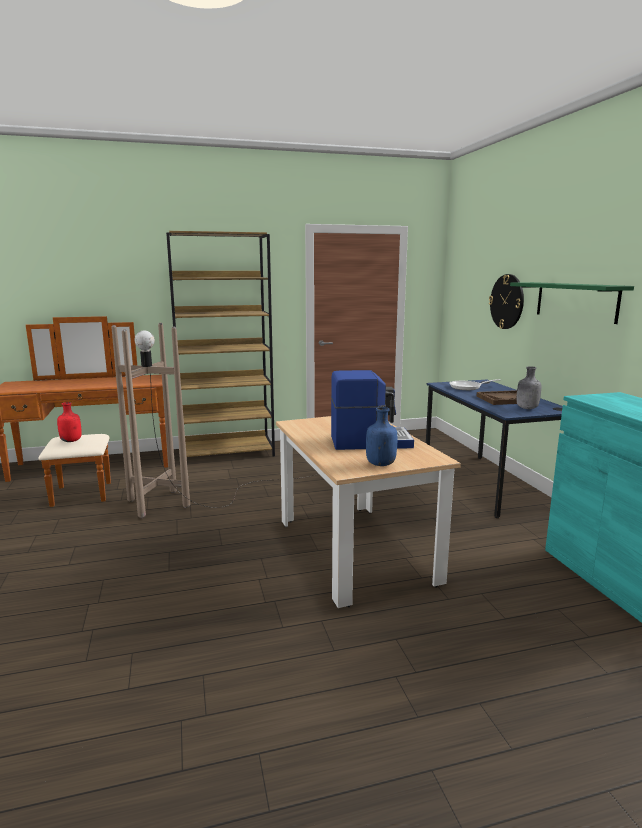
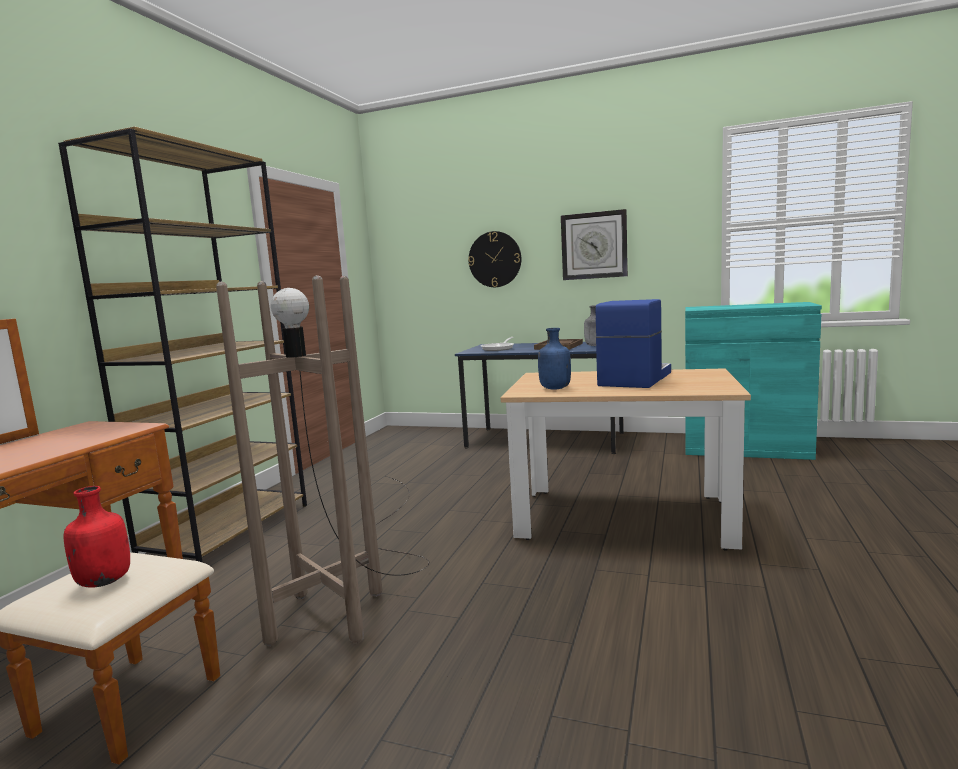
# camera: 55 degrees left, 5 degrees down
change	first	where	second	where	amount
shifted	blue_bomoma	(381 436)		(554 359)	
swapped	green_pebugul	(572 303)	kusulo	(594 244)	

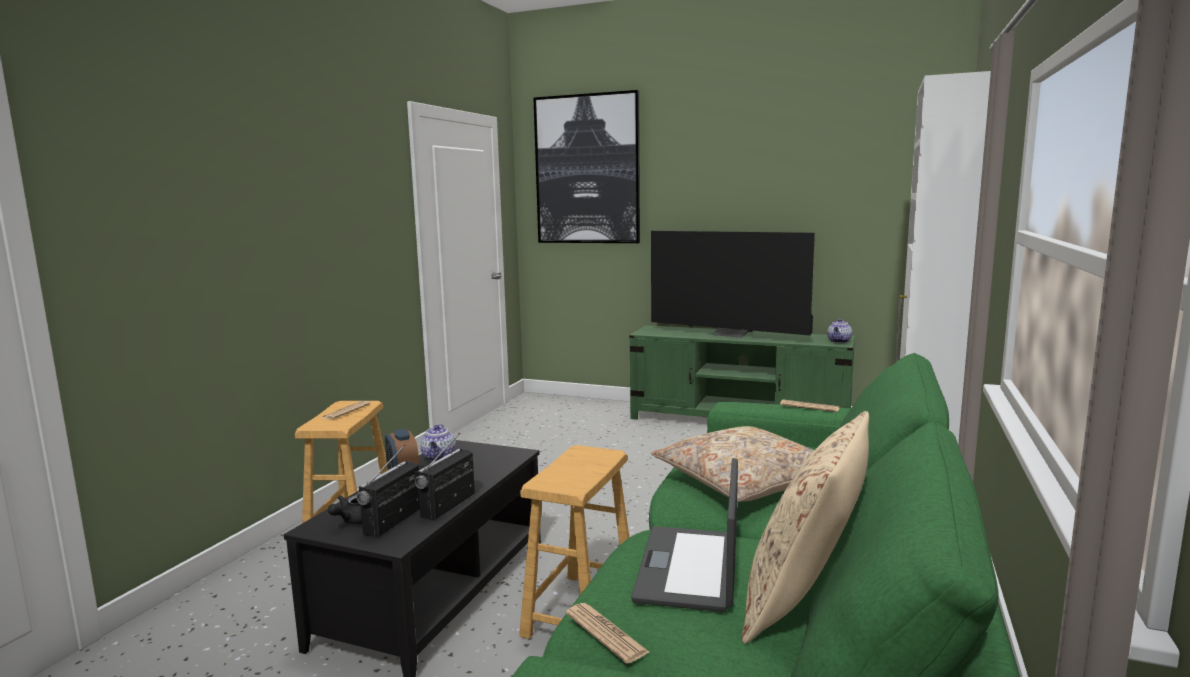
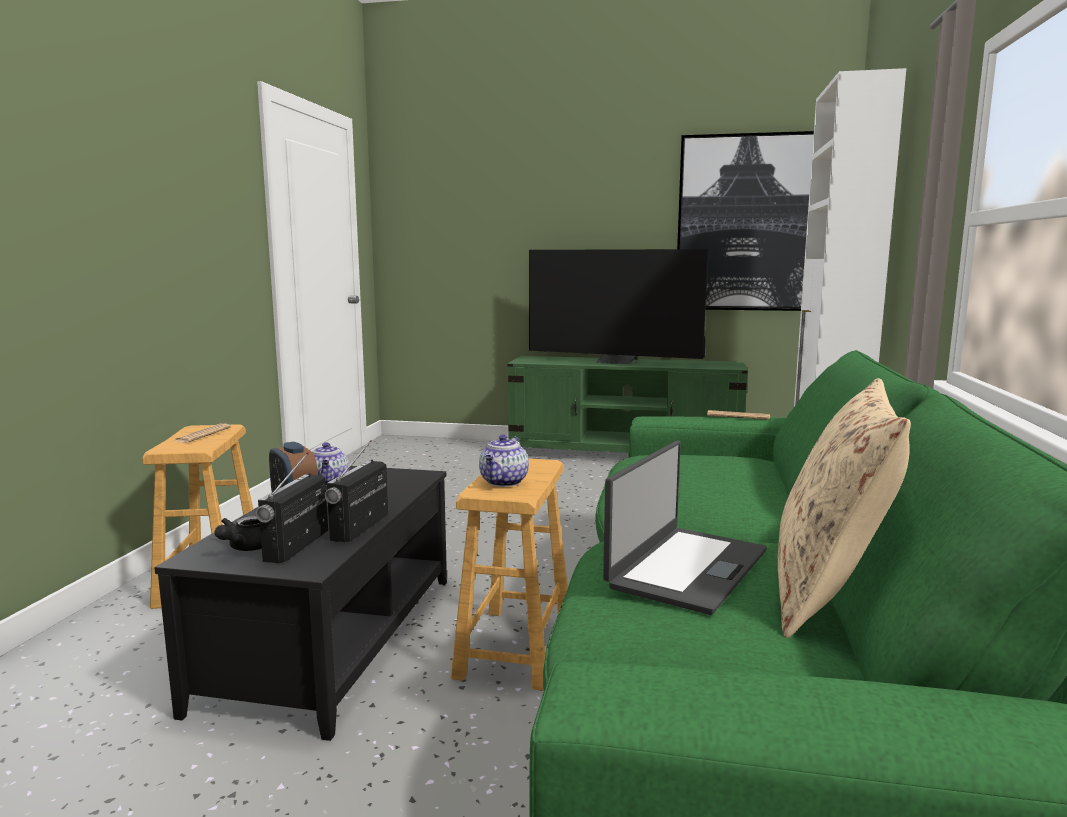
# camera: 10 degrees left, 0 degrees up
change	first	where	second	where	amount
gone	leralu	(608 633)			
gone	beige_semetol	(732 464)			
shifted	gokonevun	(586 166)		(745 221)	
shifted	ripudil	(839 331)		(504 461)	
rotated	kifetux	(684 535)		(685 528)	150 degrees counterclockwise

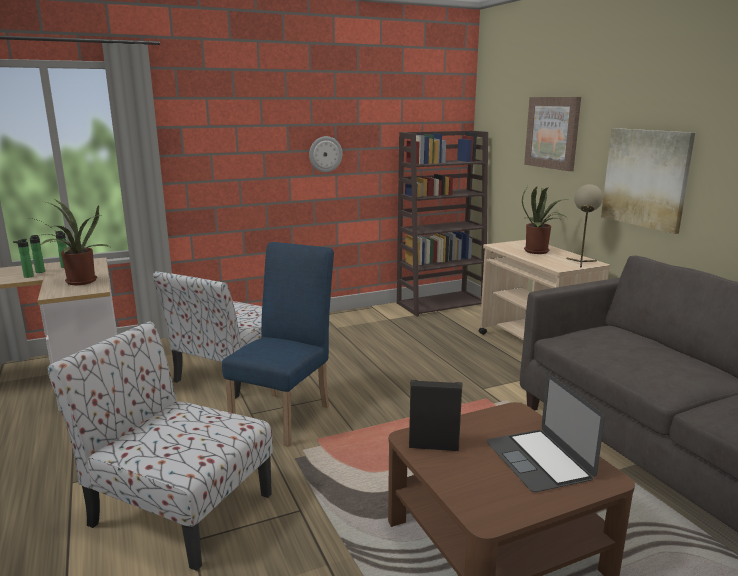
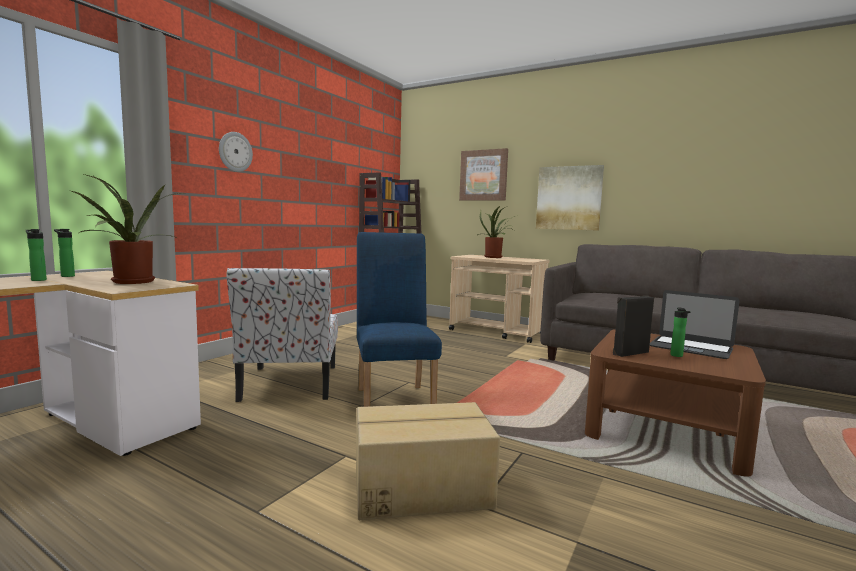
# camera: 35 degrees left, 10 degrees down
change	first	where	second	where	amount
gone	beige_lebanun	(584 225)			
shifted	bomoma	(23 258)		(680 332)	
shifted	kusulo	(325 154)		(236 152)	
swapped	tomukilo	(160 446)	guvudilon	(428 461)	

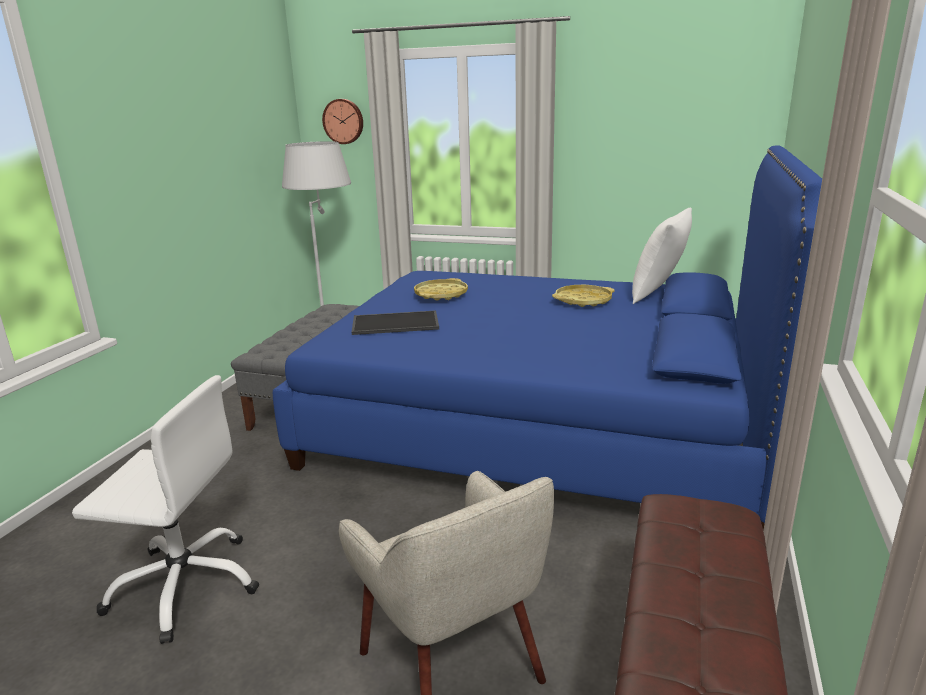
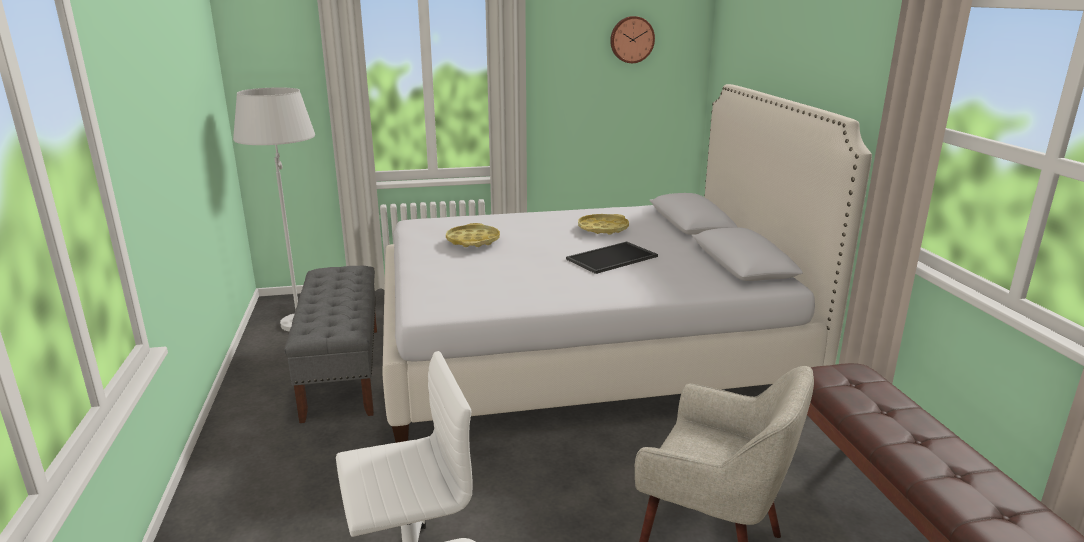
# camera: 30 degrees left, 0 degrees up
change	first	where	second	where	amount
gone	white_semetol	(662 256)			
shifted	kusulo	(342 121)		(632 39)	
shifted	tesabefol	(395 322)		(612 258)	
repainted	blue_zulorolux	(547 337)	white_zulorolux	(627 263)	

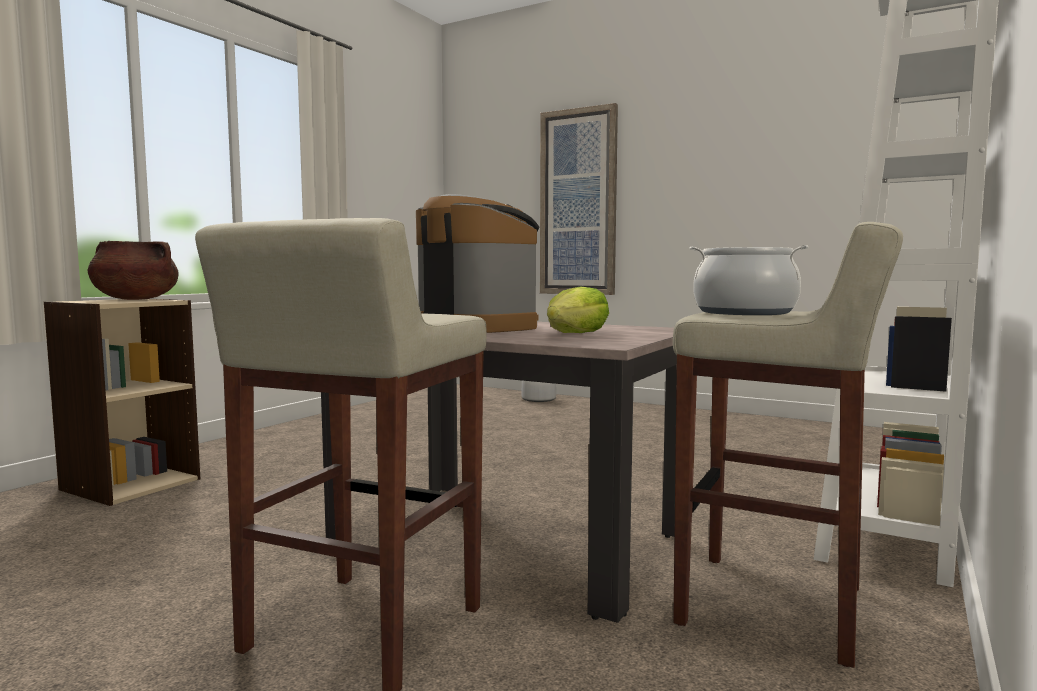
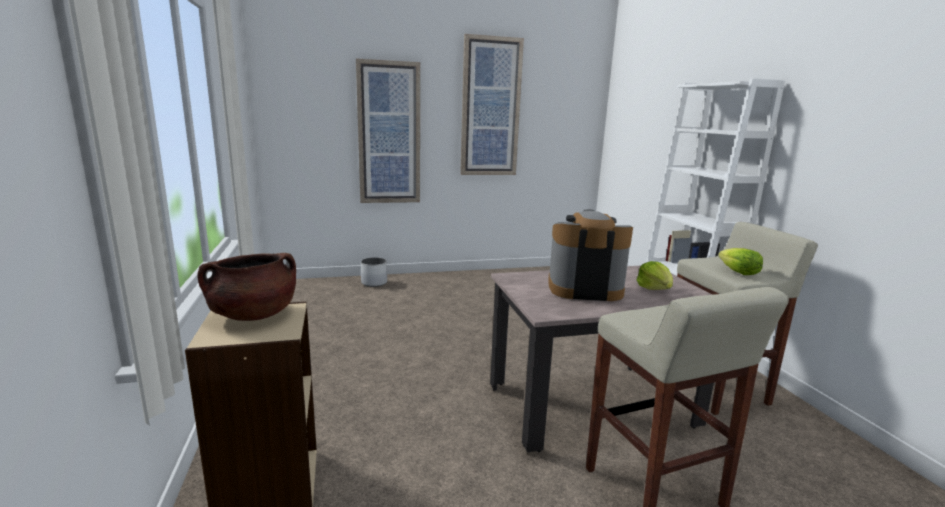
# camera: 45 degrees left, 10 degrees up
change	first	where	second	where	amount
new			gokonevun	(492 104)	
swapped	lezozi	(749 280)	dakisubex	(740 261)	

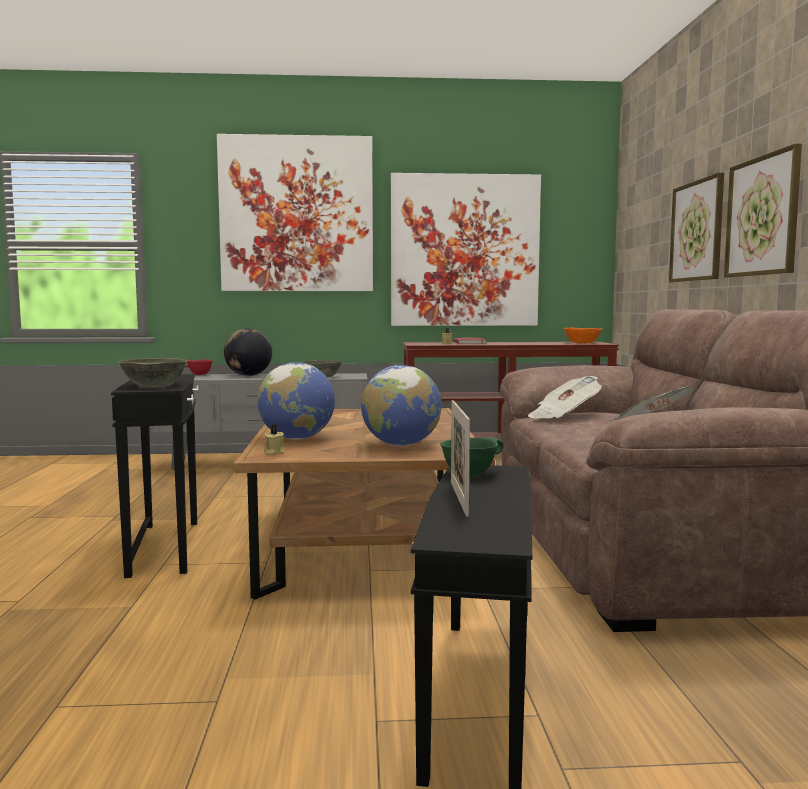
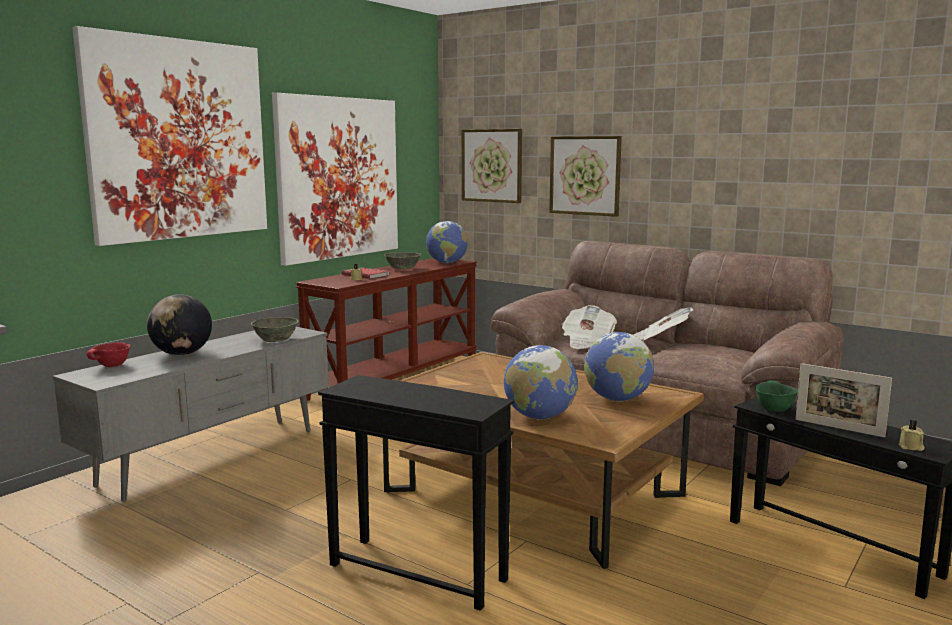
# camera: 50 degrees left, 5 degrees up
change	first	where	second	where	amount
shifted	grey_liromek	(152 372)		(402 260)	
shifted	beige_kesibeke	(274 439)		(911 435)	
shifted	gokonevun	(763 210)		(491 166)	
swapped	orange_liromek	(583 335)	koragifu	(447 242)	

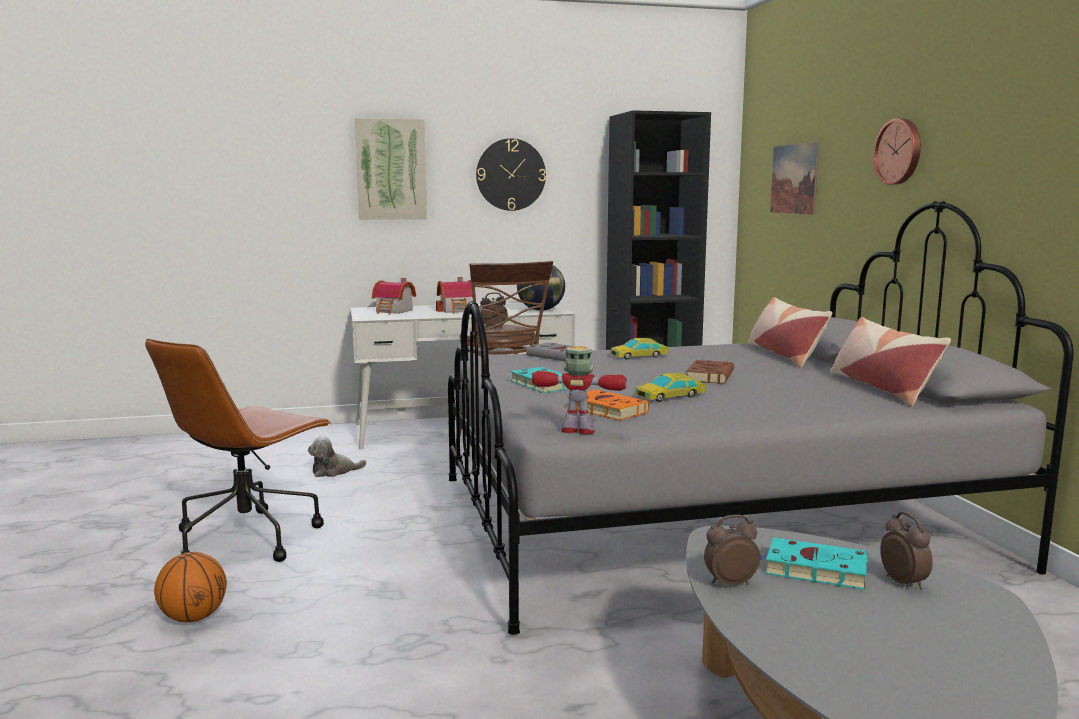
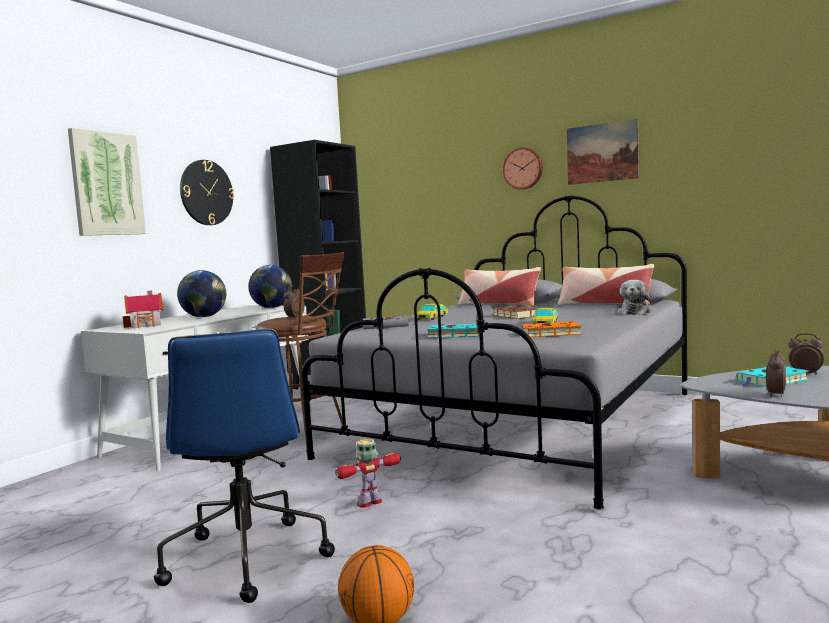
# camera: 45 degrees left, 5 degrees down
change	first	where	second	where	amount
shifted	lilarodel	(337 456)		(635 297)	
shifted	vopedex	(579 390)		(368 473)	
shifted	gokonevun	(795 178)		(603 152)	
swapped	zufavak	(454 295)	koragifu	(201 293)	
repainted	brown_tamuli	(238 450)	blue_tamuli	(244 465)	

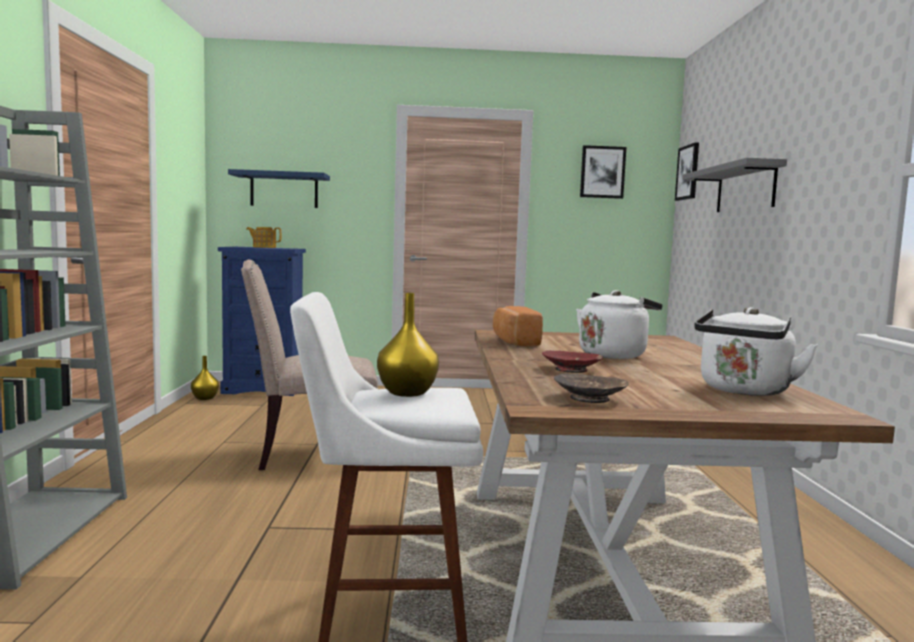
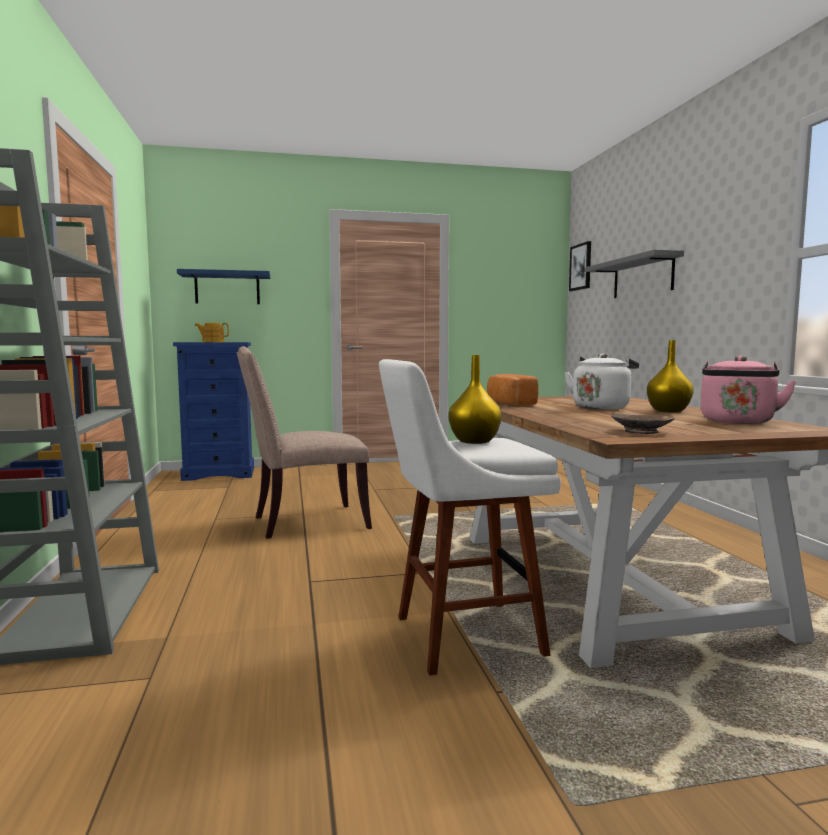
# camera: 10 degrees left, 0 degrees up
change	first	where	second	where	amount
gone	red_liromek	(572 361)			
gone	gokonevun	(603 172)			
shifted	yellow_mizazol	(205 378)		(670 376)	
repainted	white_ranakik	(756 351)	pink_ranakik	(748 390)	

